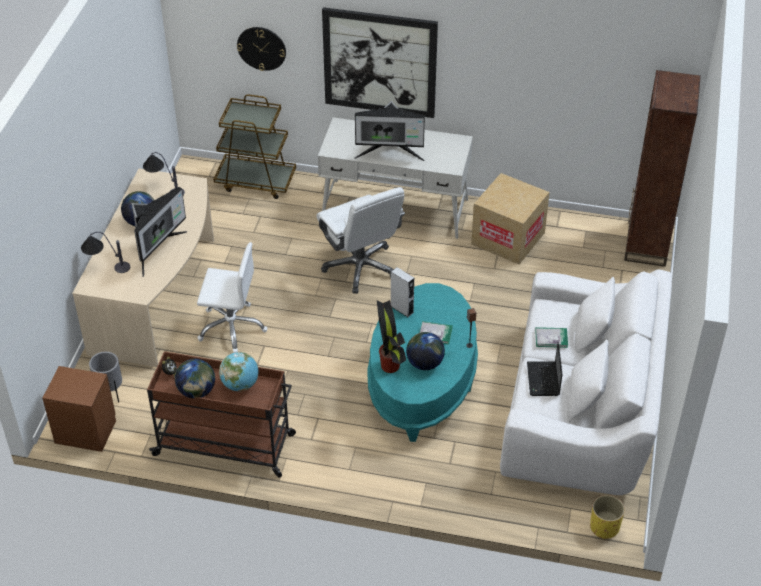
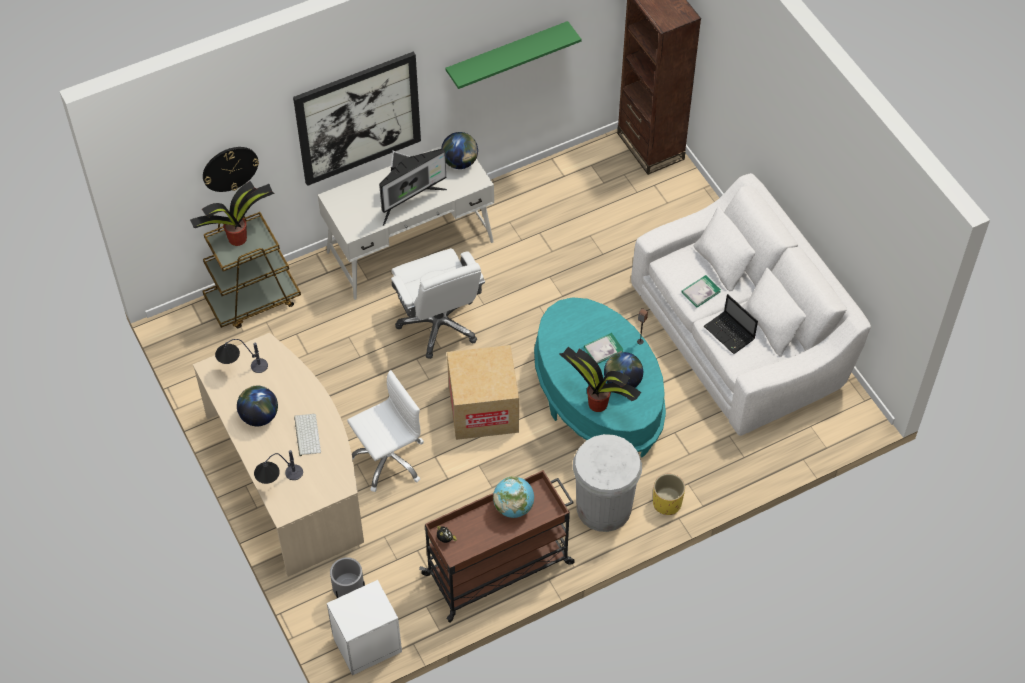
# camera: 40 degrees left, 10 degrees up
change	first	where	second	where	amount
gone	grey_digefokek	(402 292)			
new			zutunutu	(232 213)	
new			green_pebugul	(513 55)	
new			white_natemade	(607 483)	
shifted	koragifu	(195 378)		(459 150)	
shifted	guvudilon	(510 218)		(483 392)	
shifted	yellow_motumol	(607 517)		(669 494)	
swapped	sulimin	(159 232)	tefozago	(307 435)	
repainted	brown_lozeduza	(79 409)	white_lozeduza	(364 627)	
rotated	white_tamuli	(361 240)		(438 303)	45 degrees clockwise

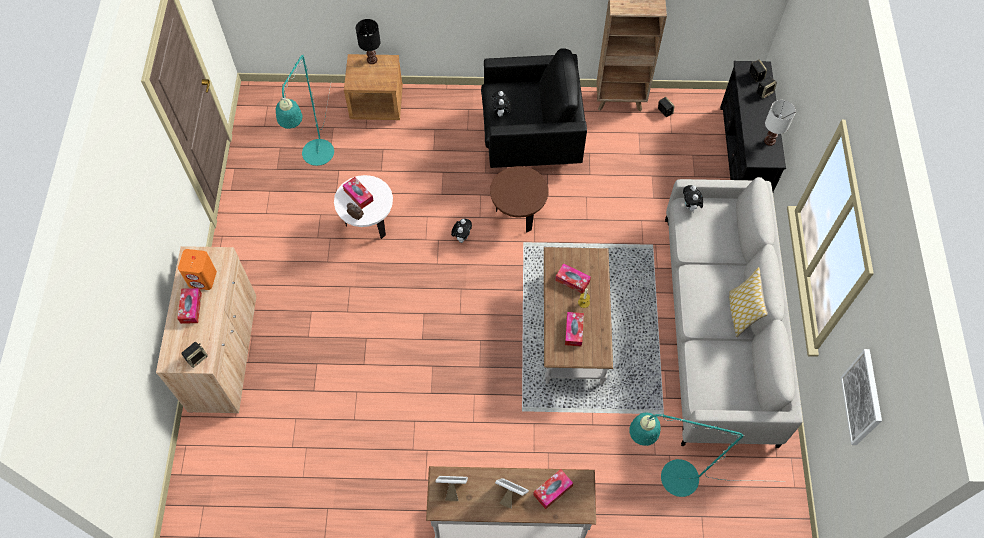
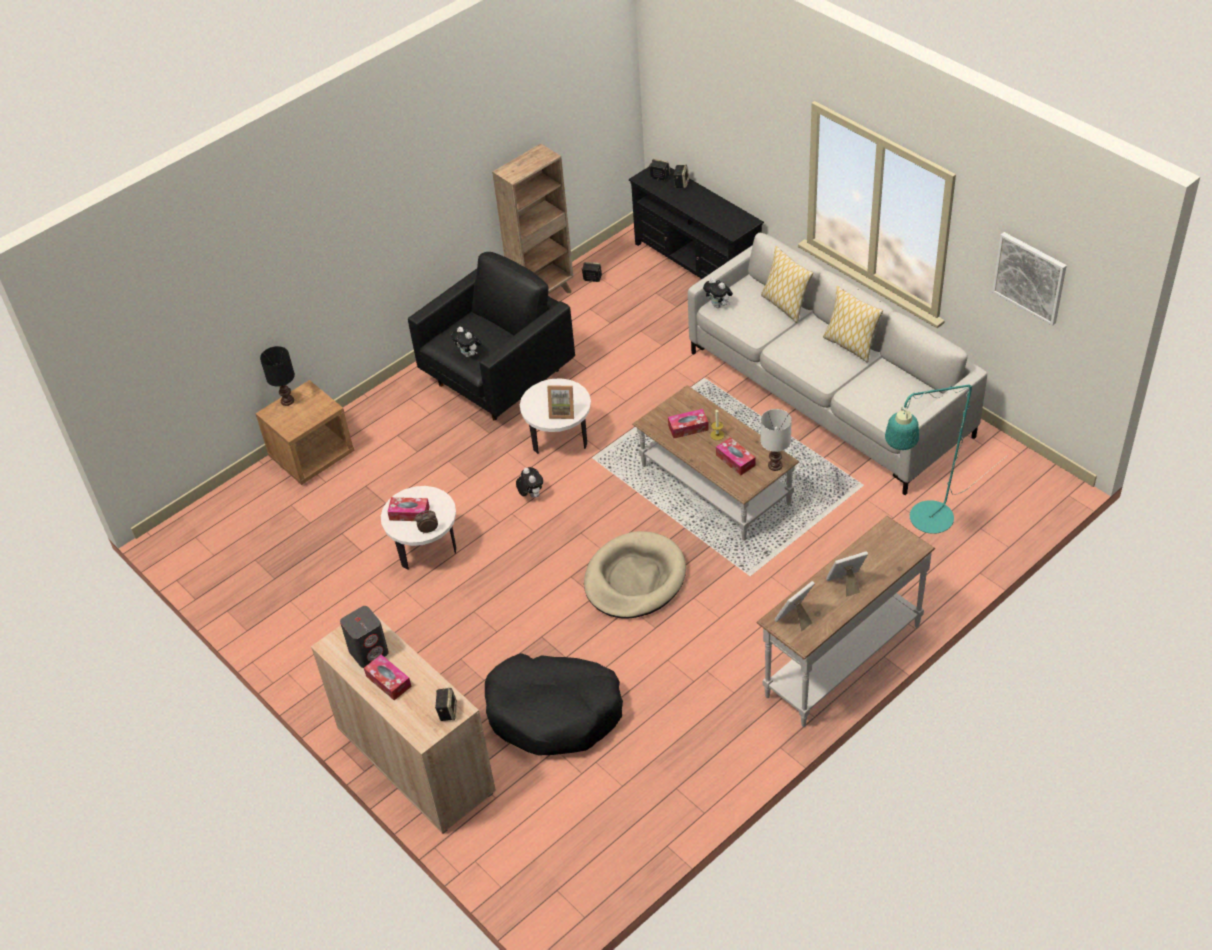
# camera: 40 degrees left, 15 degrees down
change	first	where	second	where	amount
gone	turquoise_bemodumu	(305 110)			
gone	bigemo	(553 489)			
new			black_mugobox	(554 704)	
new			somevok	(560 402)	
new			beige_mugobox	(635 575)	
new			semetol	(787 284)	
shifted	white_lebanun	(780 123)		(776 440)	
repainted	orange_digefokek	(197 269)	grey_digefokek	(364 637)	
repainted	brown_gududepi	(519 199)	white_gududepi	(555 416)	

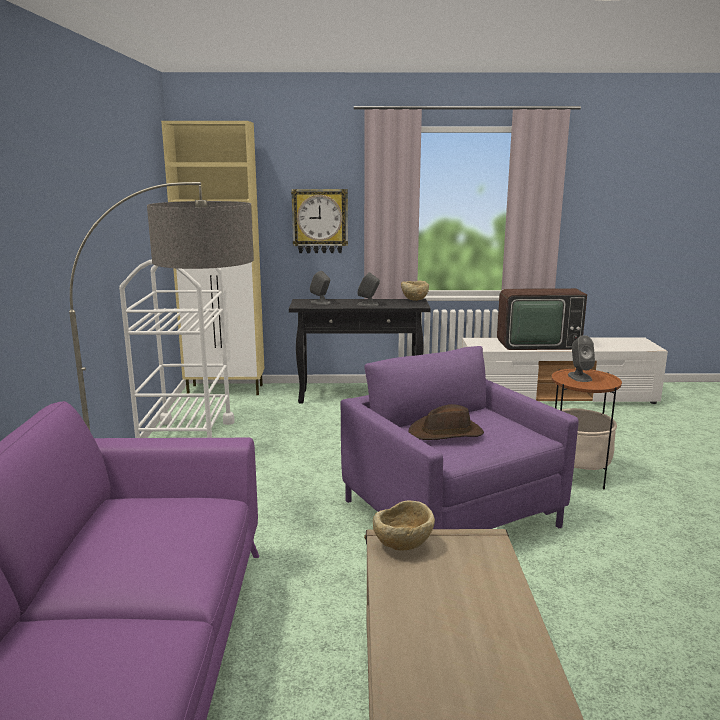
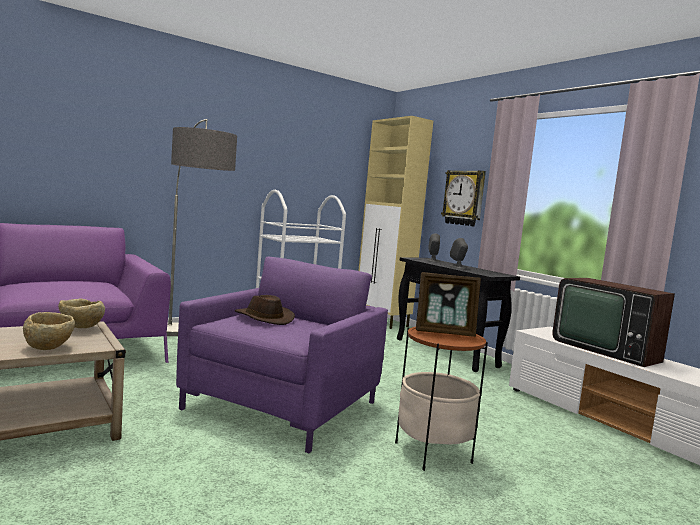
# camera: 55 degrees right, 10 degrees down
change	first	where	second	where	amount
shifted	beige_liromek	(415 290)		(49 331)	
swapped	grey_digefokek	(581 358)	somevok	(448 304)	

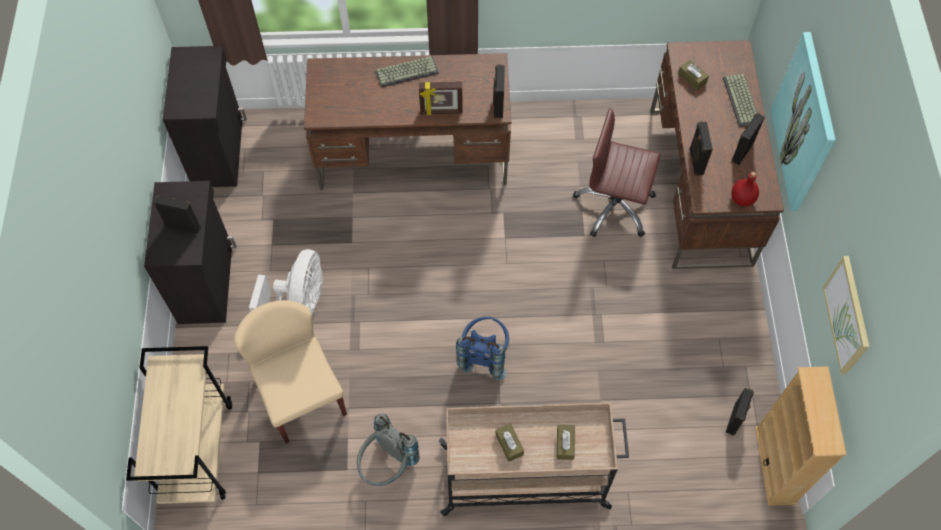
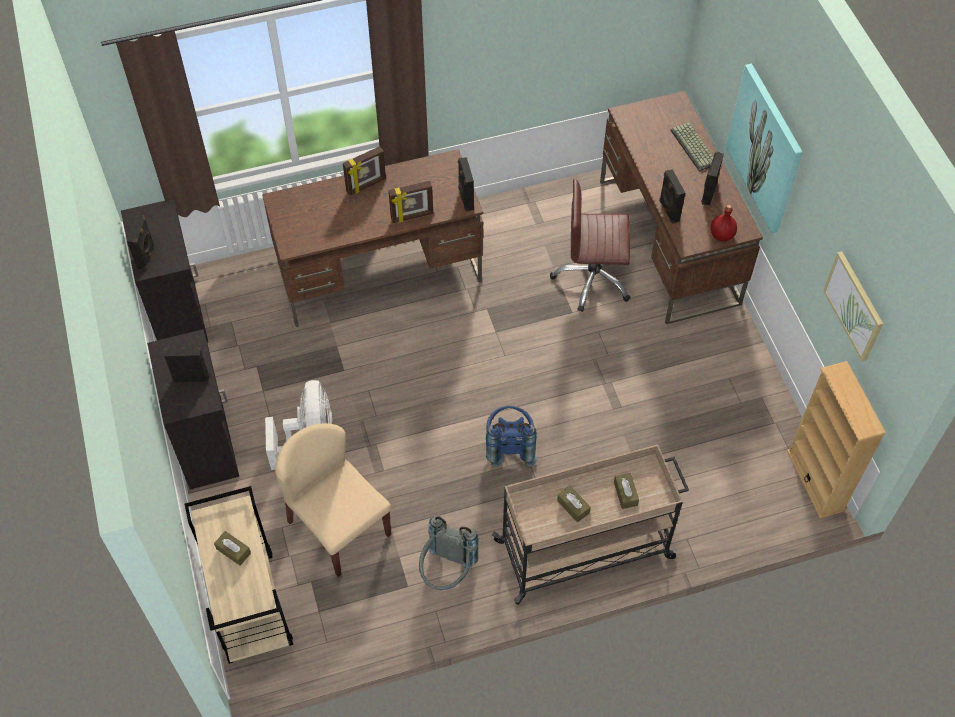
# camera: 15 degrees left, 5 degrees down
change	first	where	second	where	amount
shifted	brown_bigemo	(693 75)		(232 548)	
shifted	black_digefokek	(740 412)		(141 243)	
swapped	tefozago	(407 71)	somevok	(364 170)	

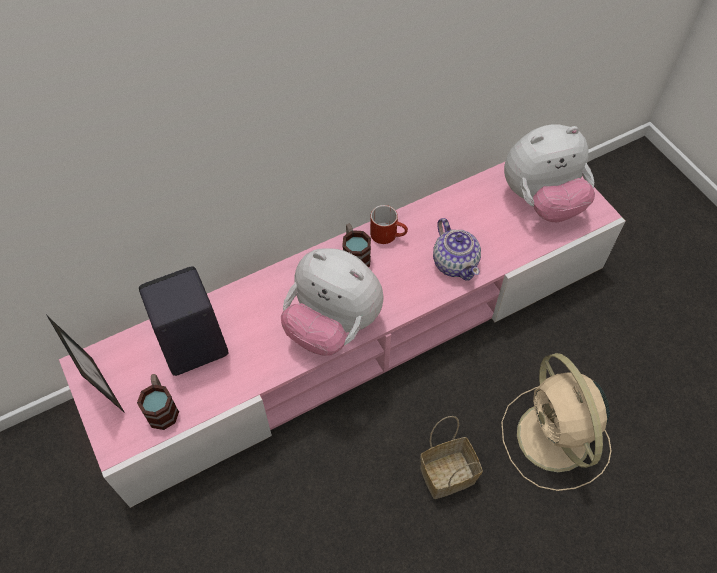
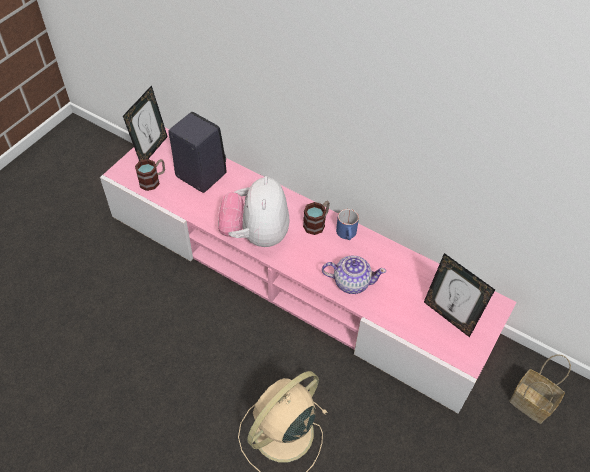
# camera: 60 degrees right, 5 degrees down
change	first	where	second	where	amount
shifted	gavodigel	(451 457)		(540 389)	
swapped	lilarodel	(549 173)	somevok	(459 295)	
repainted	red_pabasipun	(389 224)	blue_pabasipun	(347 224)	
rotated	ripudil	(457 249)		(354 275)	120 degrees counterclockwise

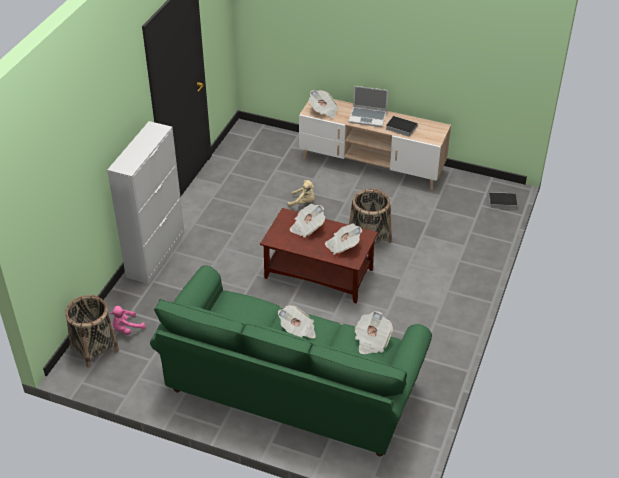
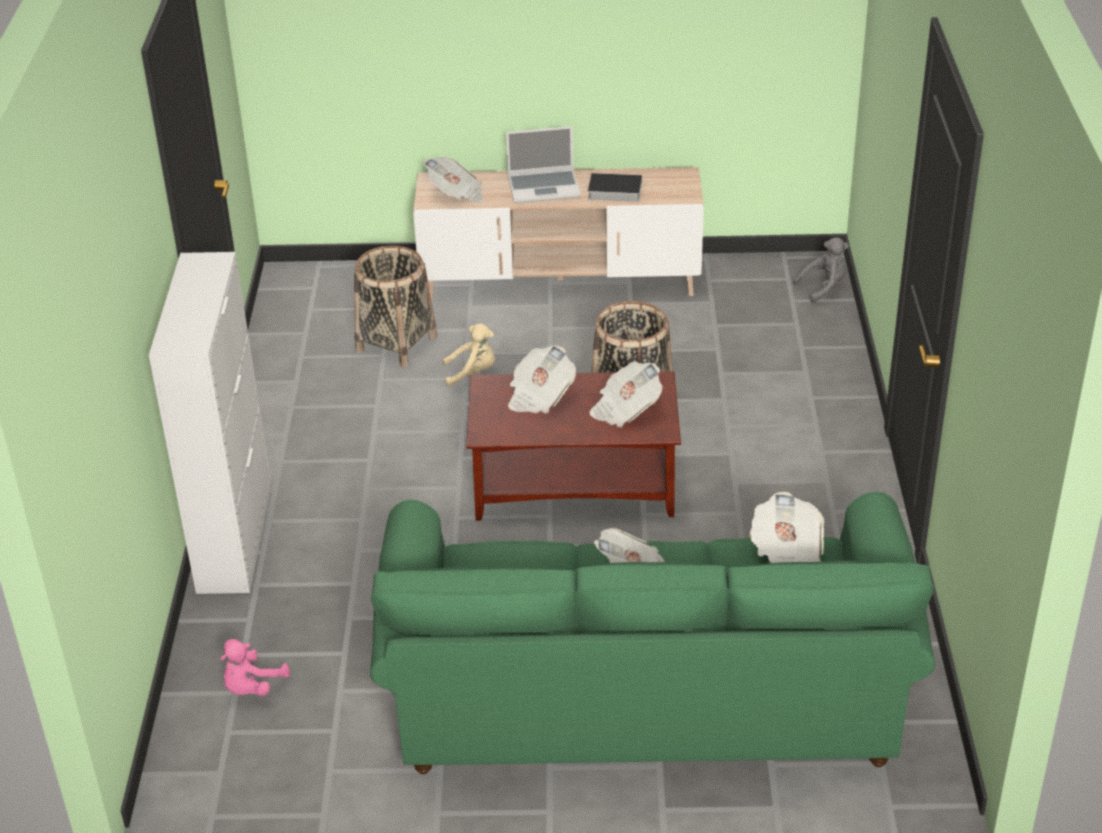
# camera: 20 degrees left, 5 degrees down
change	first	where	second	where	amount
shifted	gavodigel	(92 331)		(395 306)	
swapped	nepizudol	(503 200)	grey_lilarodel	(821 270)	

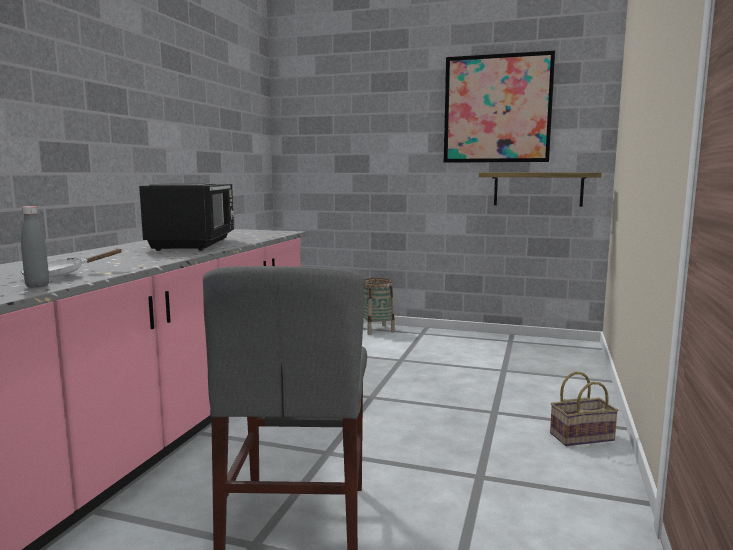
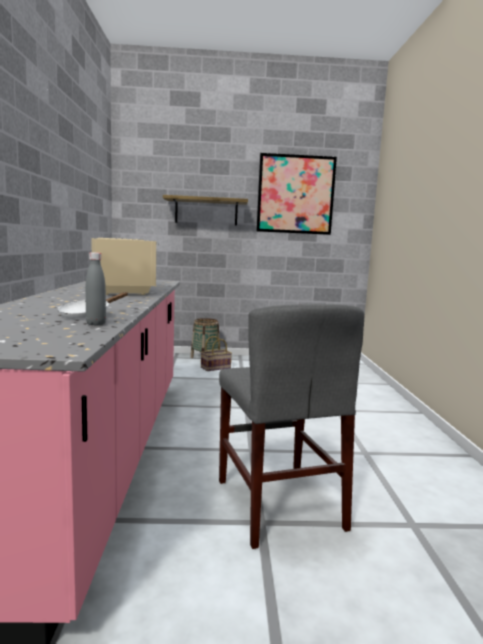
# camera: 20 degrees left, 0 degrees up
change	first	where	second	where	amount
shifted	pebugul	(540 189)		(205 210)	
shifted	gavodigel	(584 409)		(216 353)	
repainted	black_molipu	(186 217)	beige_molipu	(124 266)	

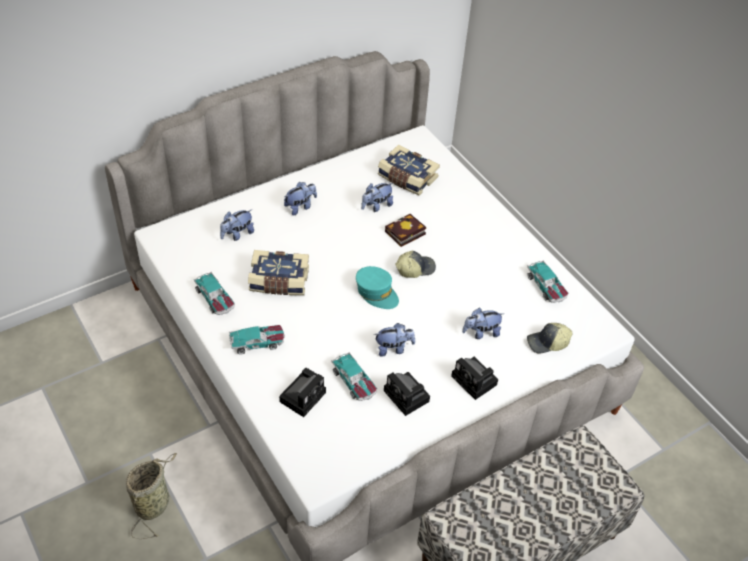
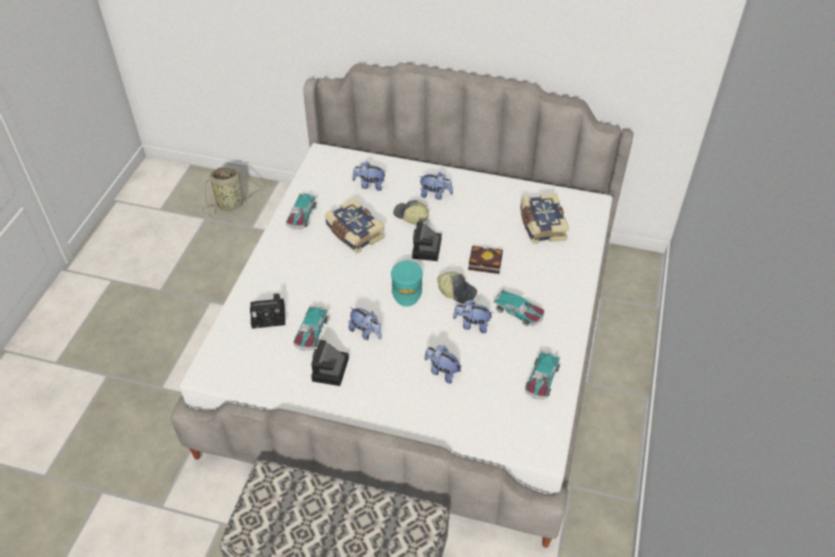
# camera: 50 degrees right, 0 degrees up
change	first	where	second	where	amount
shifted	gavodigel	(151 496)		(236 191)	
shifted	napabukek	(257 340)		(518 308)	
shifted	lilarodel	(377 197)		(473 316)	
shifted	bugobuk	(474 378)		(427 241)	
shifted	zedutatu	(549 338)		(411 212)	

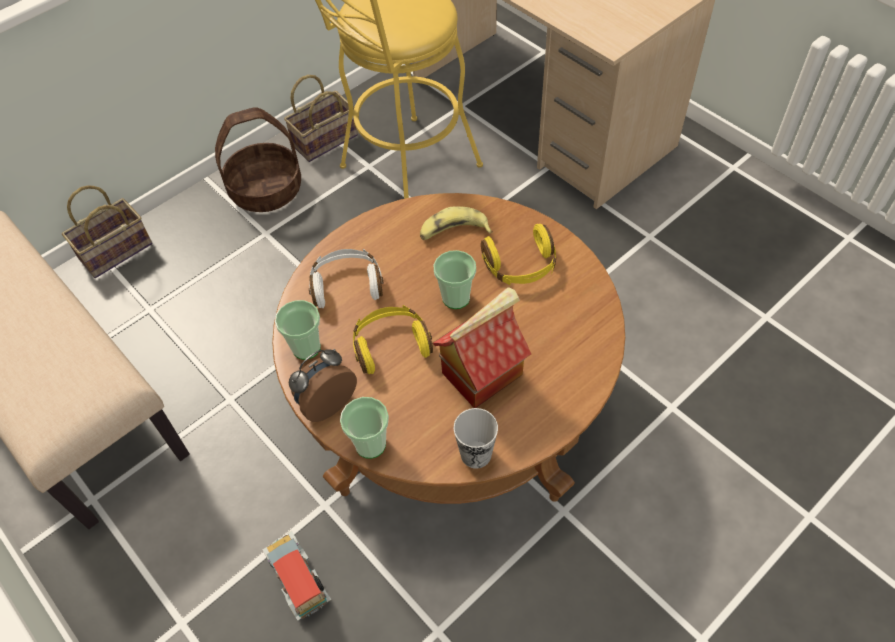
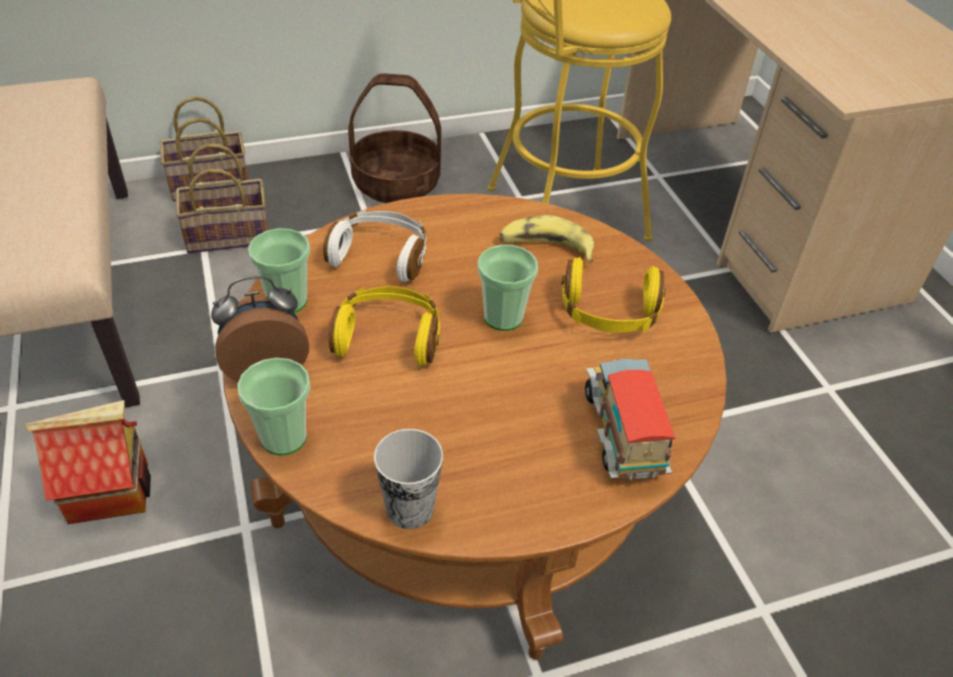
# camera: 20 degrees right, 10 degrees down
change	first	where	second	where	amount
shifted	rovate	(296 575)		(630 419)	
shifted	gavodigel	(321 118)		(222 199)	
shifted	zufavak	(482 347)		(87 462)	

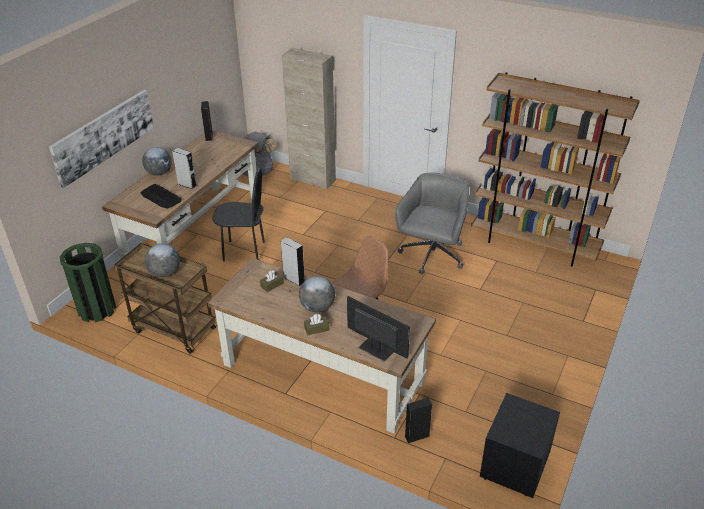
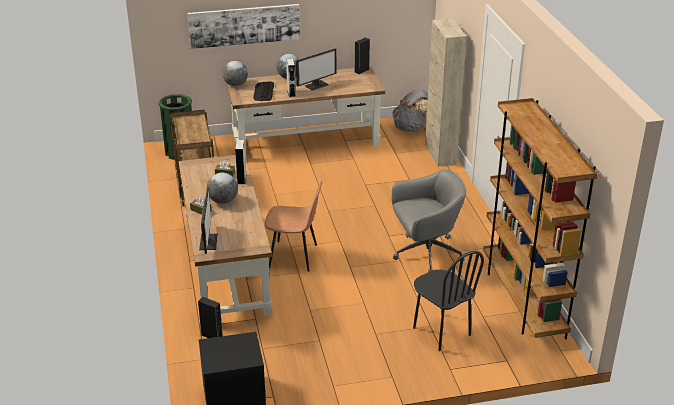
# camera: 50 degrees right, 5 degrees down
change	first	where	second	where	amount
new			sulimin	(316 69)	
shifted	koragifu	(162 260)		(235 73)	
shifted	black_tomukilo	(238 214)		(448 301)	

